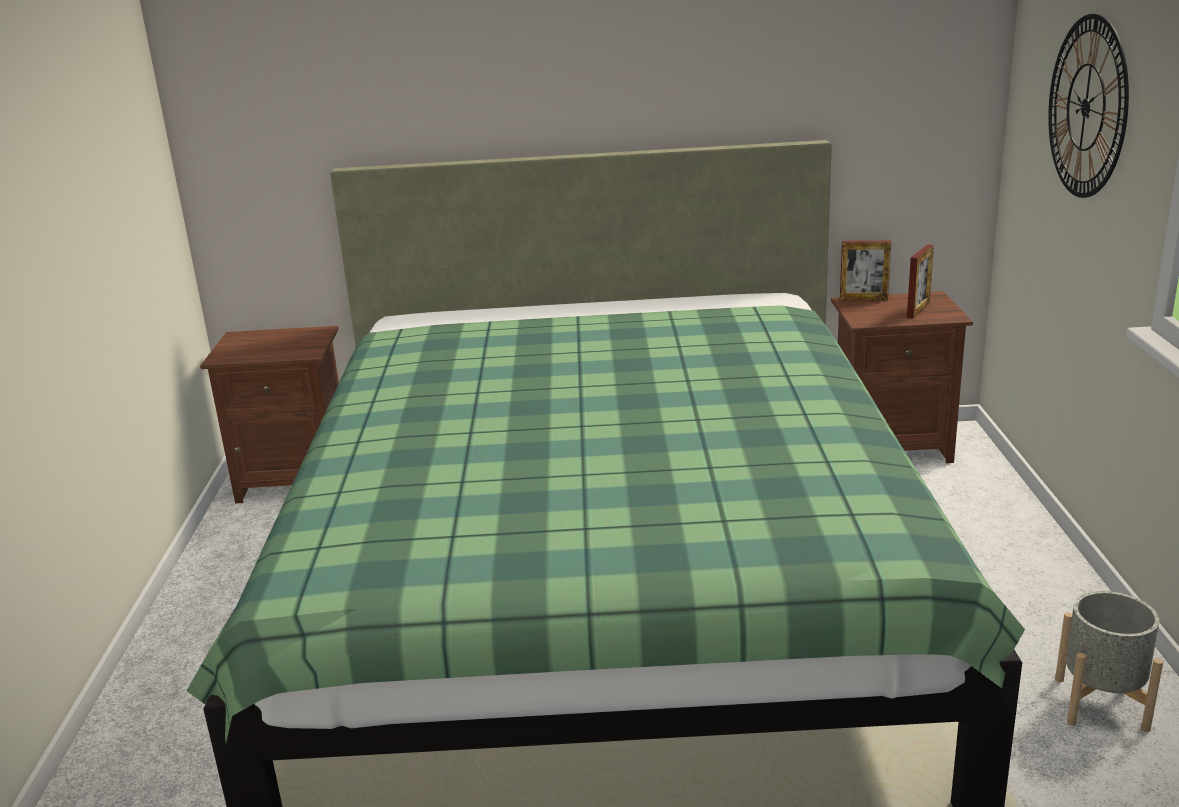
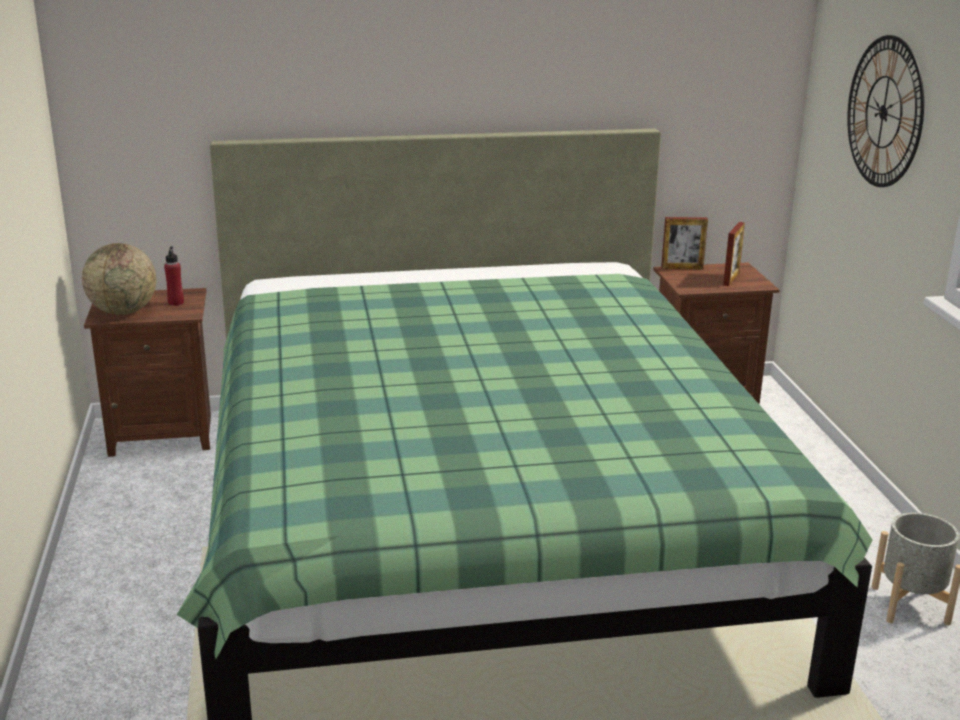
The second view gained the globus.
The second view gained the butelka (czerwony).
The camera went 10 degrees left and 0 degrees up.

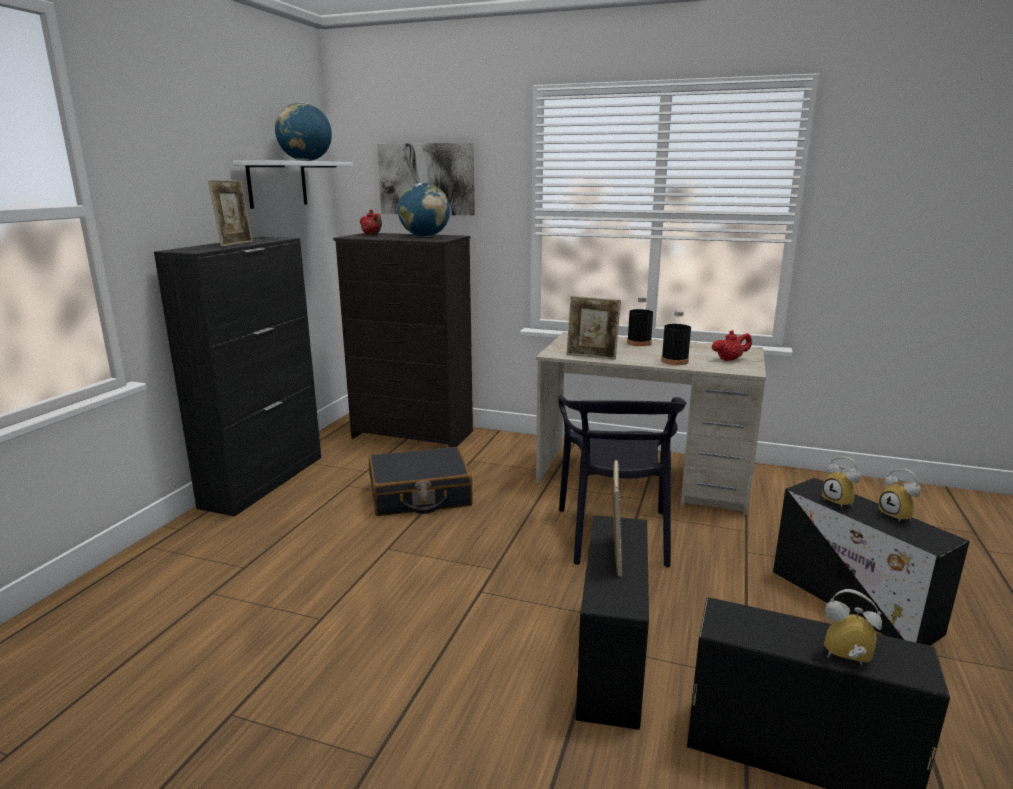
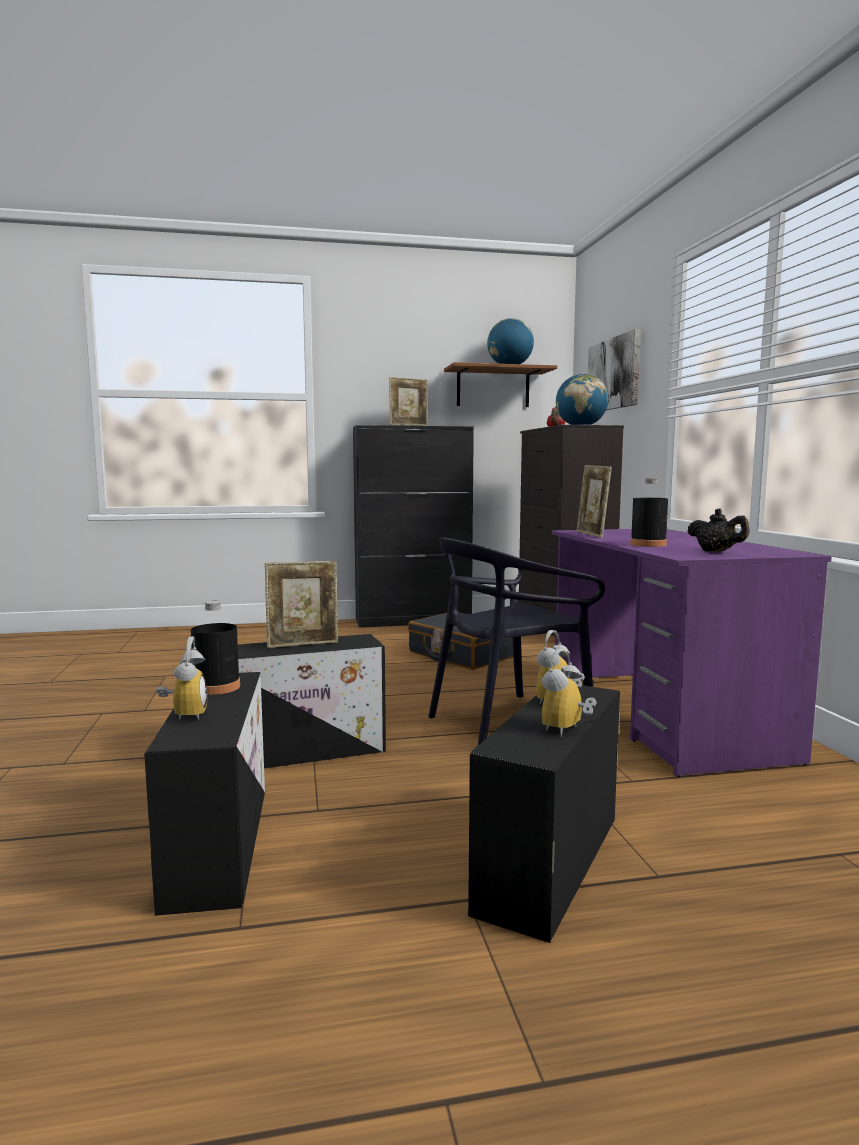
What was the półka (biały) turned into the półka (brązowy).
The butelka (czarny) (no. 1 from left) ended up elsewhere.
What was the imbryk (czerwony) (no. 2 from left) turned into the imbryk (czarny).
What was the biurko (beżowy) turned into the biurko (fioletowy).
The camera went 60 degrees right and 10 degrees down.

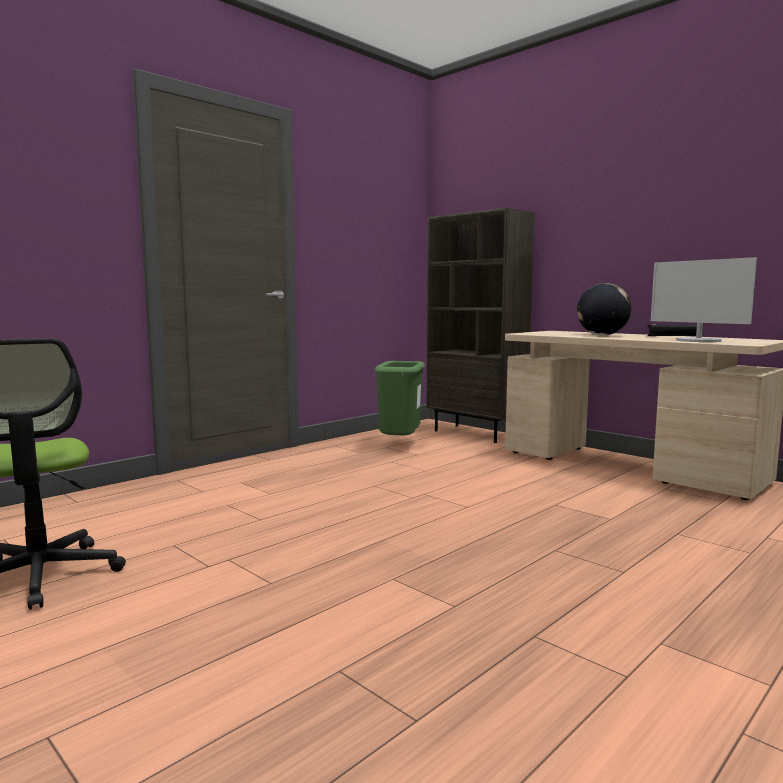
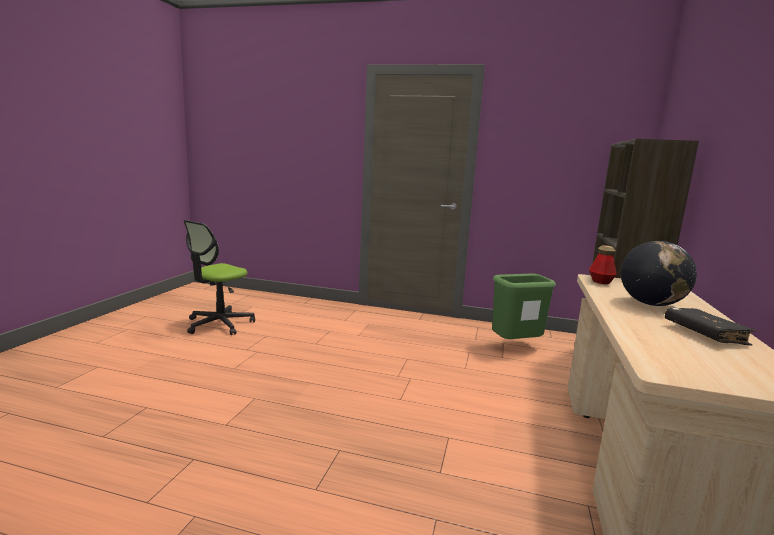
The second view lost the monitor.
The second view gained the butelka.
The camera went 60 degrees right and 5 degrees up.

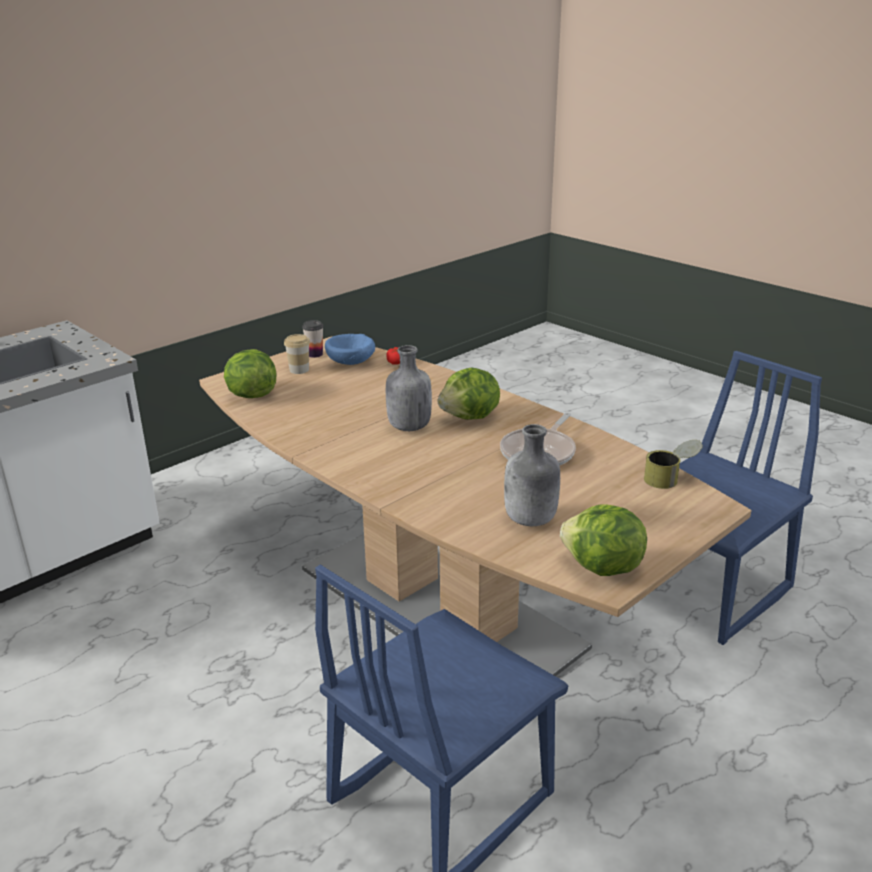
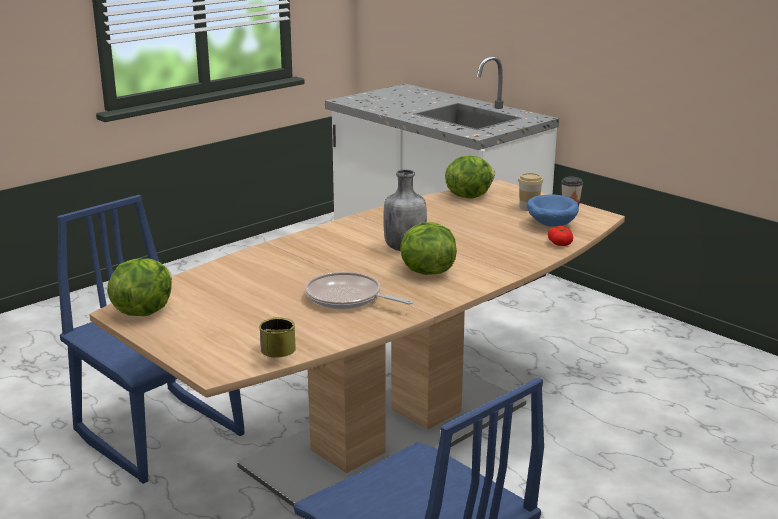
The second view lost the butelka (szary) (no. 2 from left).
The camera went 90 degrees right and 5 degrees down.

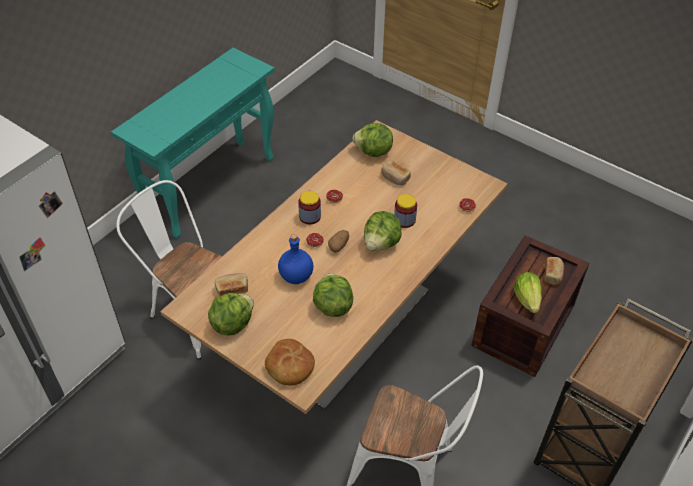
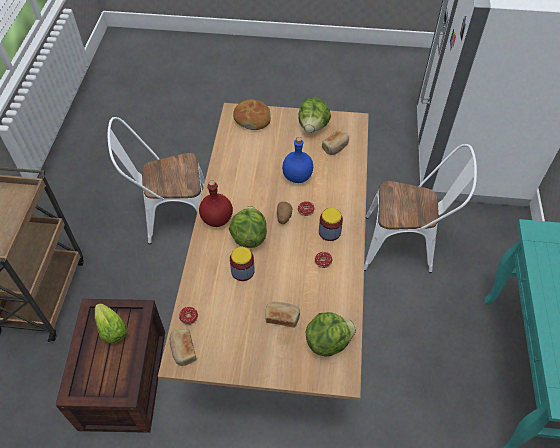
The chleb (no. 4 from left in the first image) ended up elsewhere.
The second view lost the sałata (no. 2 from left).
The second view gained the butelka (czerwony).
The camera went 150 degrees right and 5 degrees up.

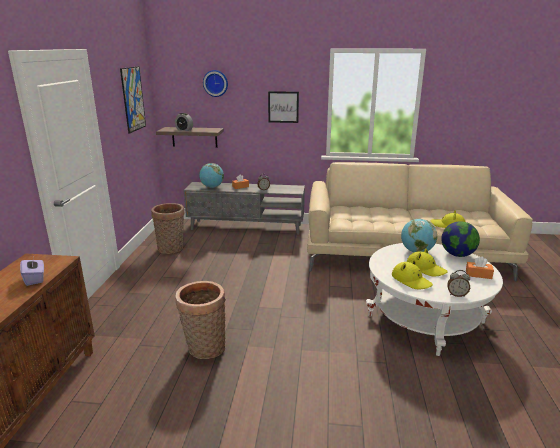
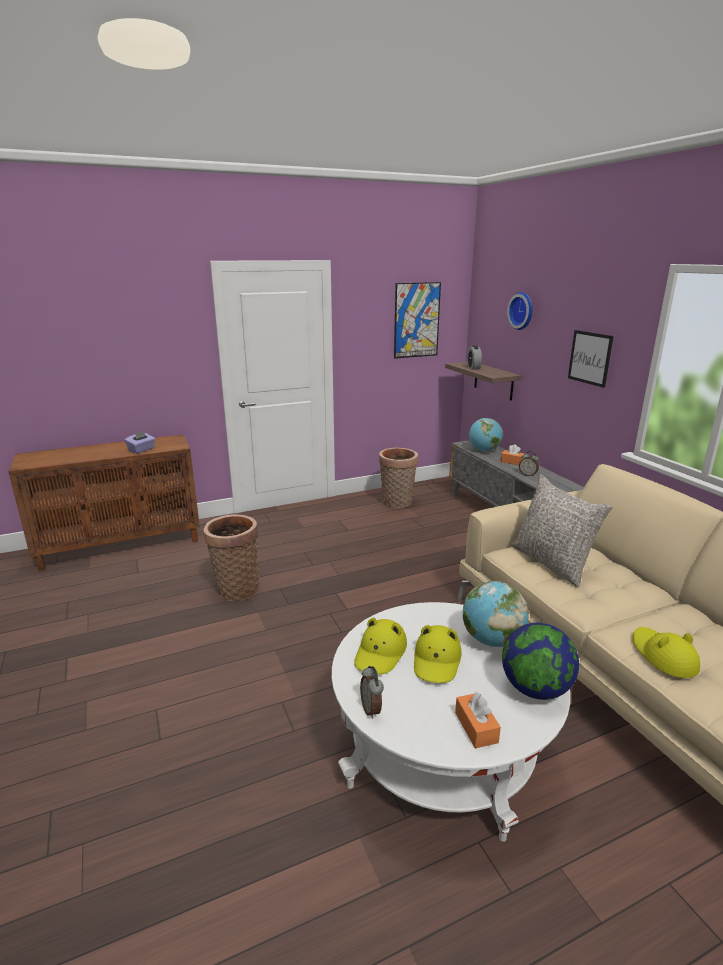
The second view gained the poduszka (szary).
The camera went 60 degrees right and 0 degrees up.

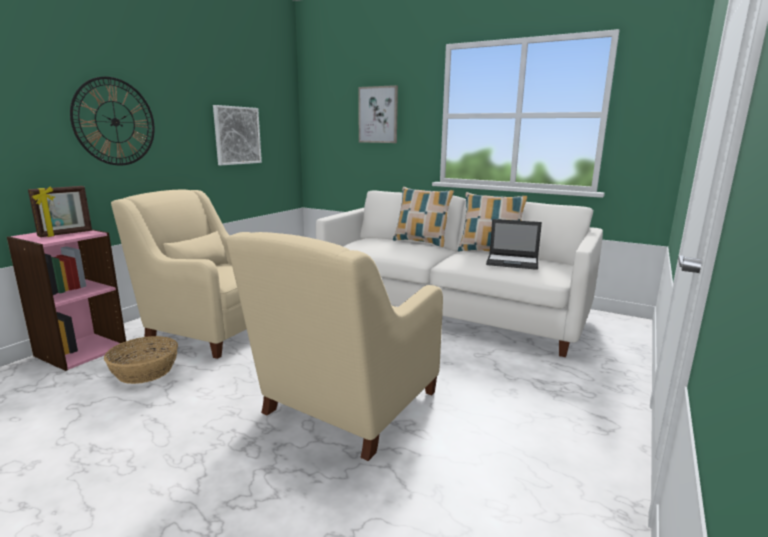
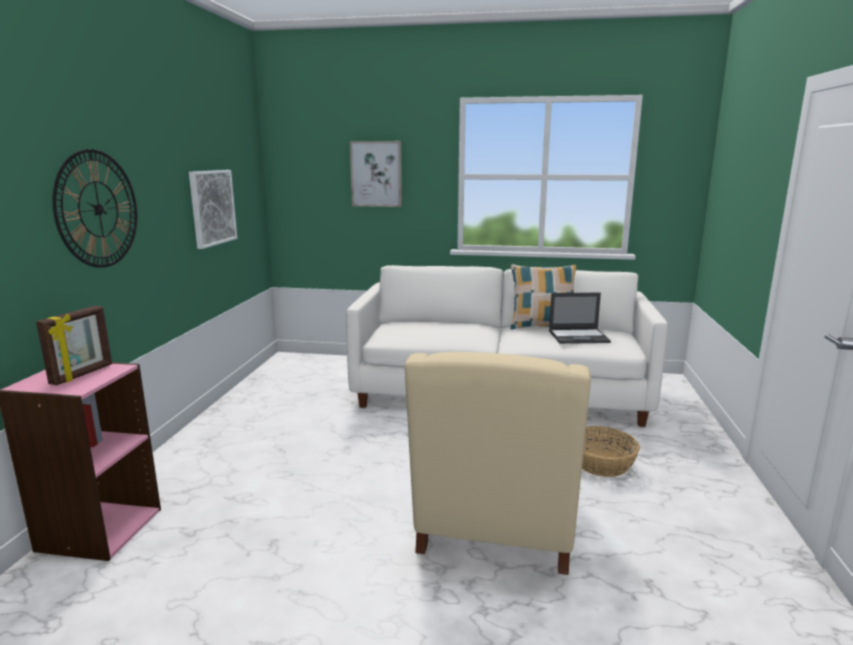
The second view lost the poduszka (no. 1 from left).
The second view lost the fotel (beżowy) (no. 1 from left).
The koszyk ended up elsewhere.
The camera went 20 degrees left and 0 degrees up.

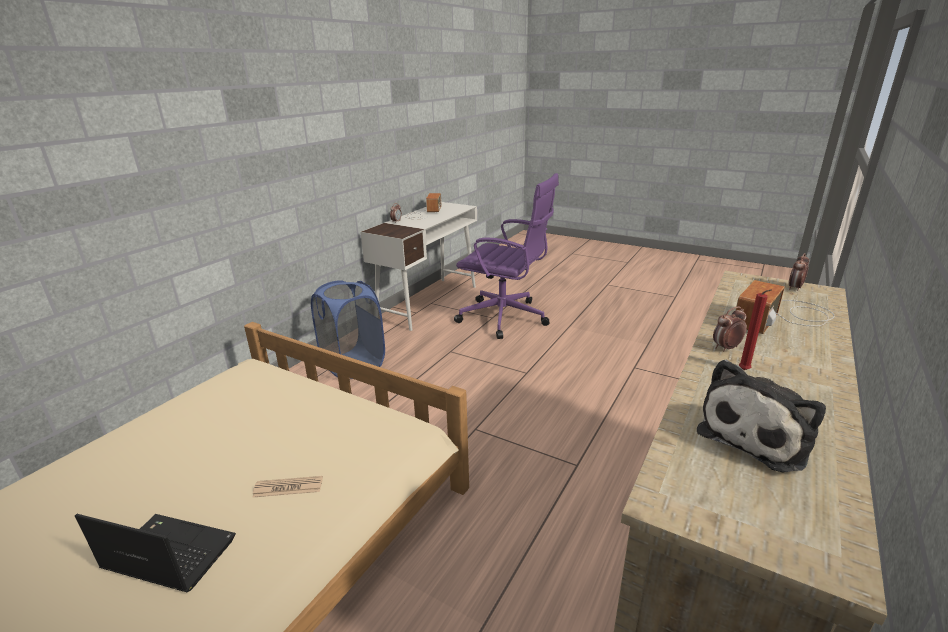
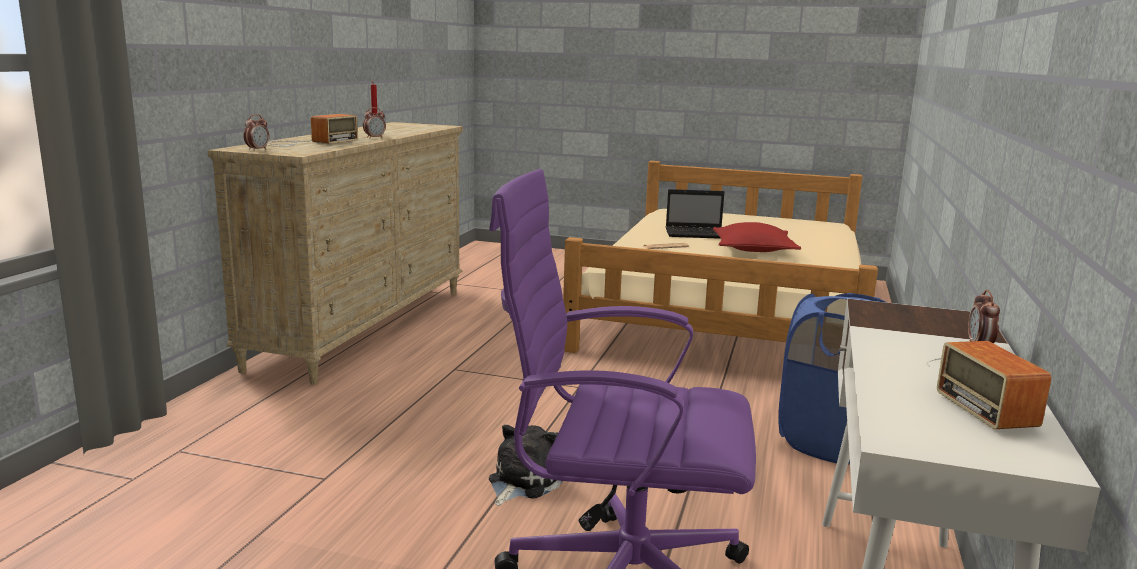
The pluszak ended up elsewhere.
The second view gained the poduszka (czerwony).
The camera went 165 degrees right and 10 degrees down.

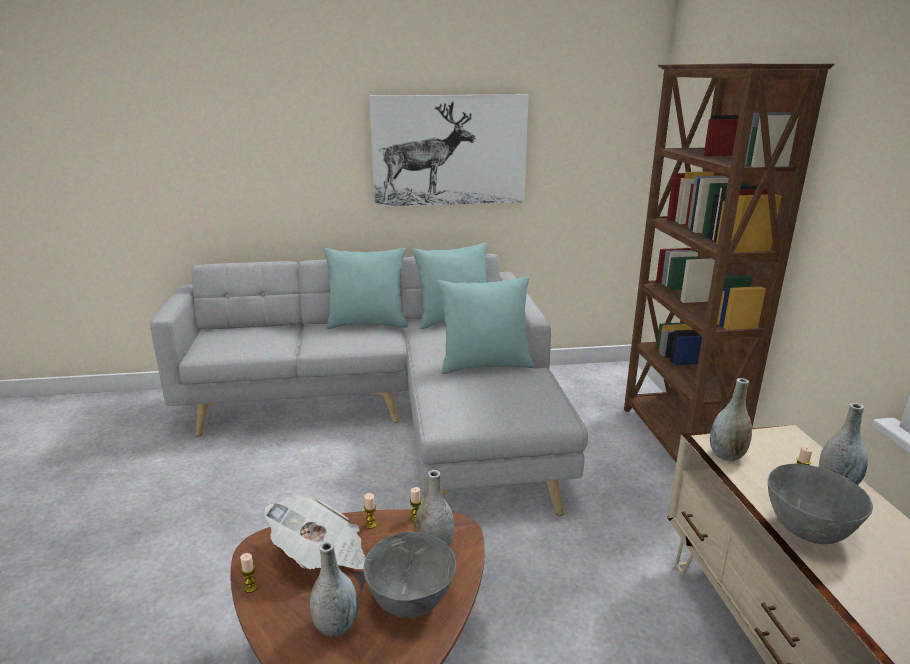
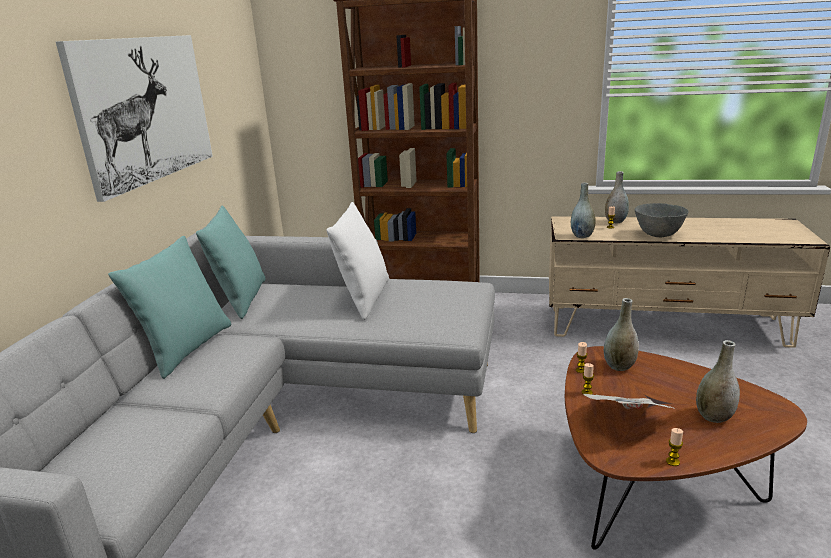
What was the poduszka (turkusowy) (no. 3 from left) turned into the poduszka (biały).
The second view lost the miska (szary) (no. 1 from left).
The camera went 70 degrees left and 0 degrees up.

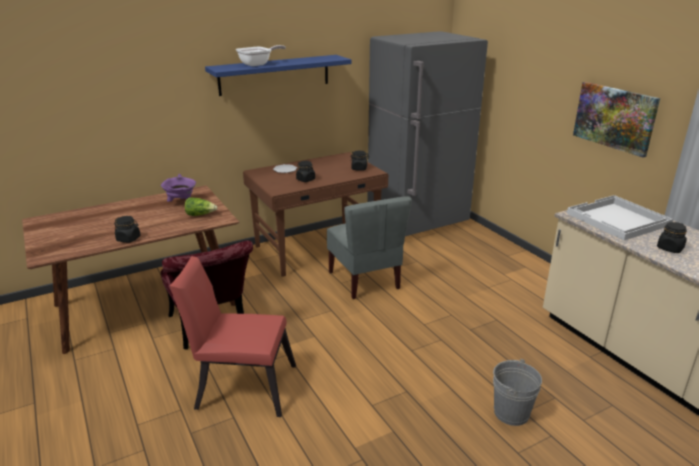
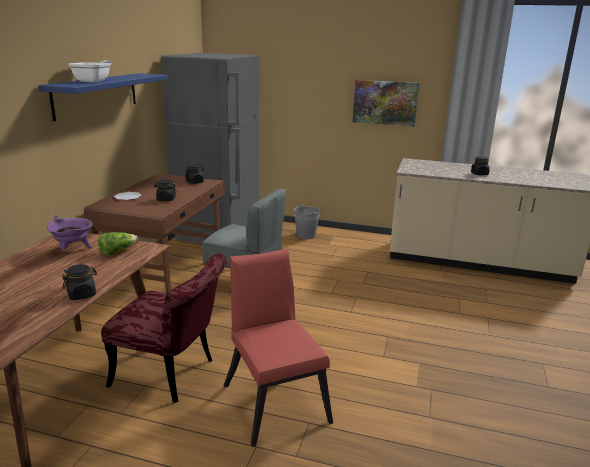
The second view lost the taca (biały).
The krzesło (czerwony) (no. 2 from left) ended up facing another way, 105 degrees clockwise from before.
The wiadro (szary) ended up elsewhere.
The camera went 45 degrees left and 5 degrees down.

